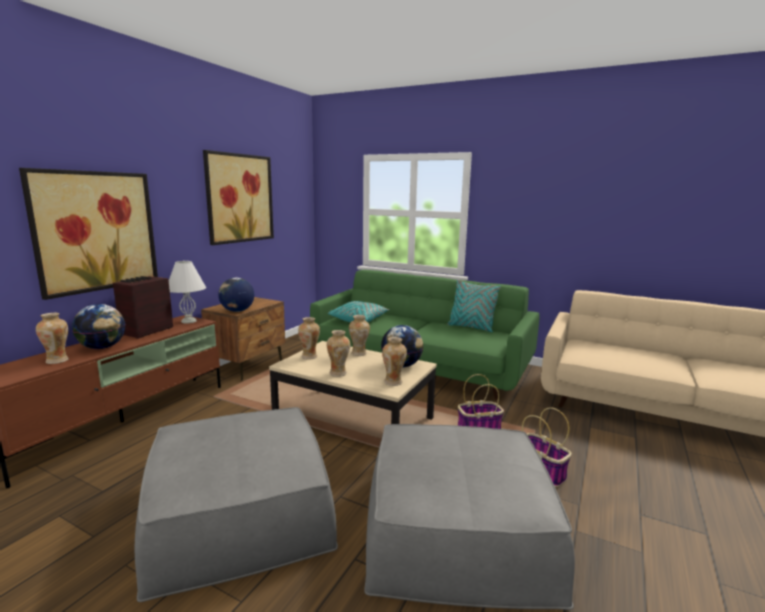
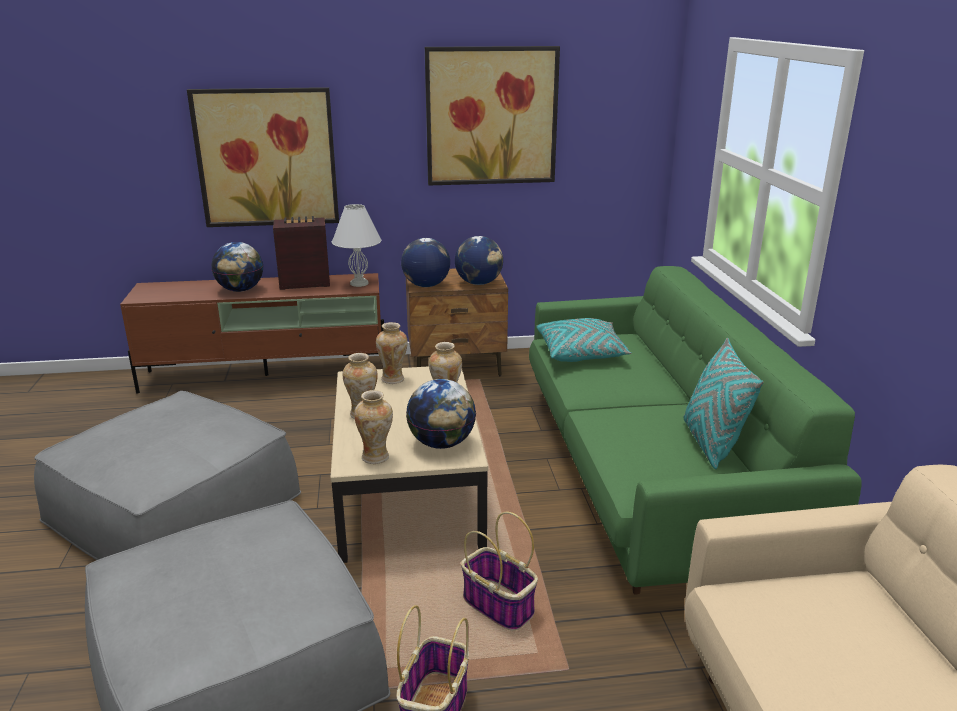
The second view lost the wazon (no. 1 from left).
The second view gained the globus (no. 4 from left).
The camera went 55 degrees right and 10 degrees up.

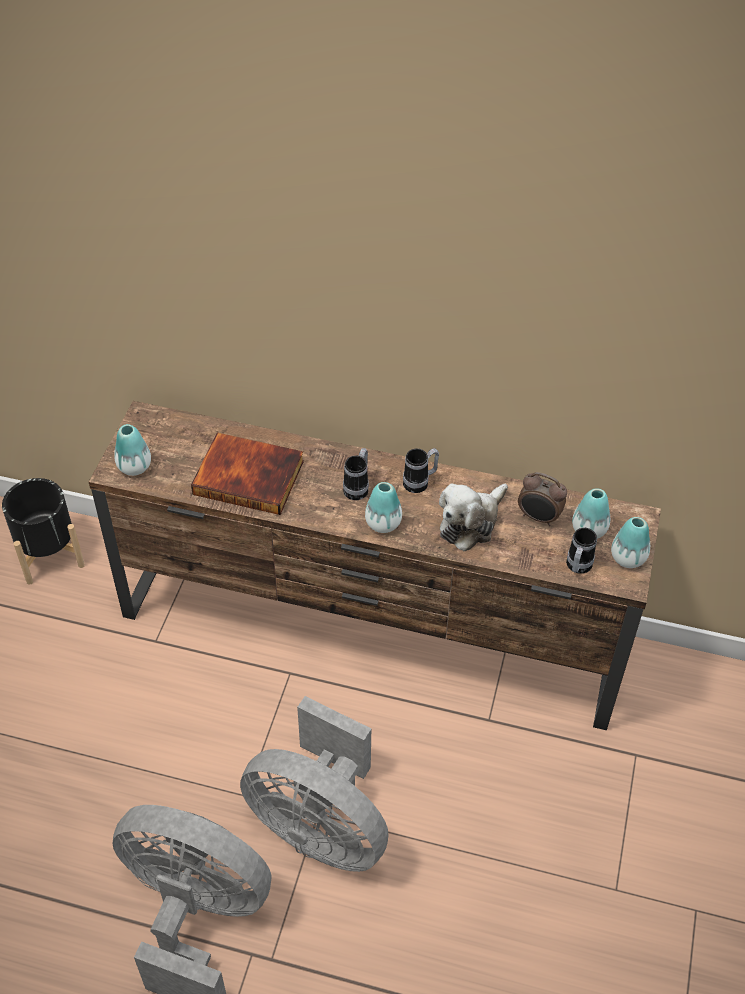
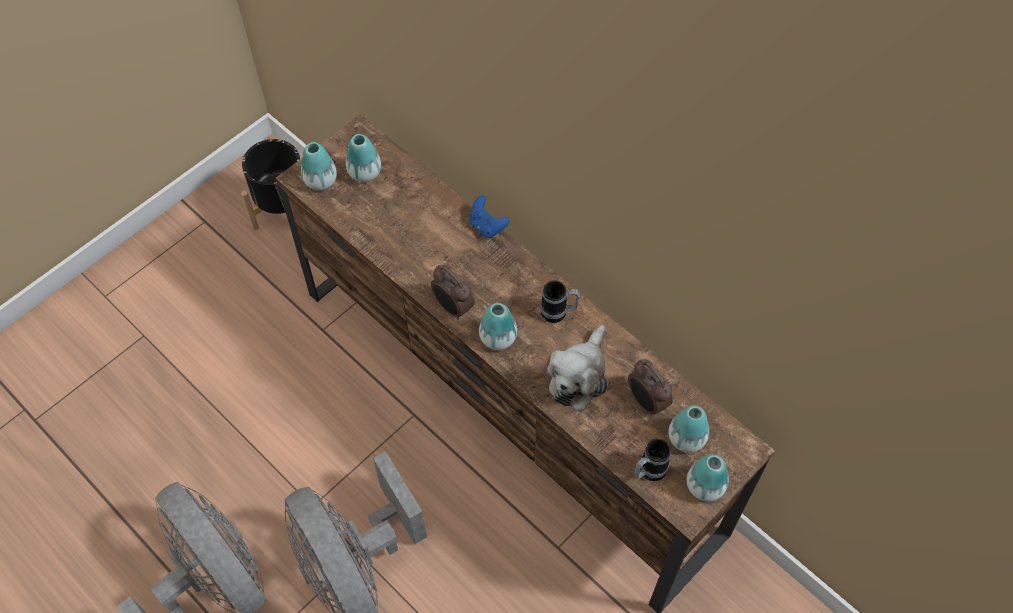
The second view lost the książka.
The second view lost the kubek (no. 1 from left).
The pluszak ended up facing another way, 45 degrees counterclockwise from before.
The second view gained the wazon (no. 2 from left).
The second view gained the pad do gier (niebieski).
The second view gained the budzik (no. 1 from left).
The camera went 30 degrees right and 10 degrees up.

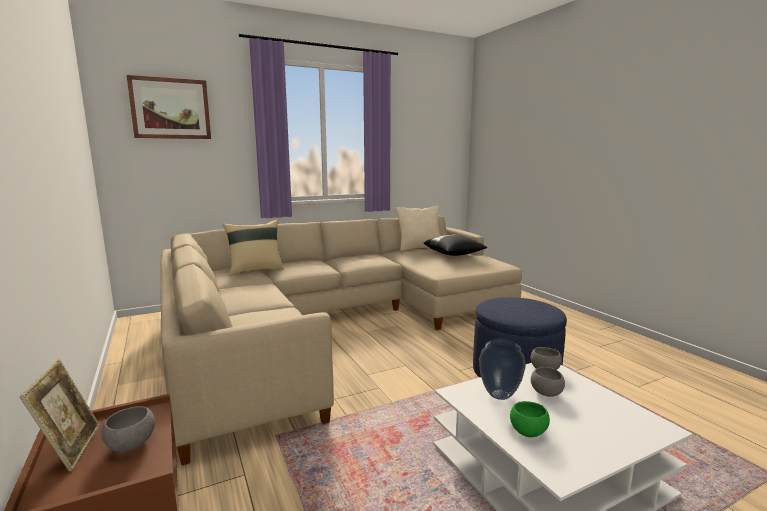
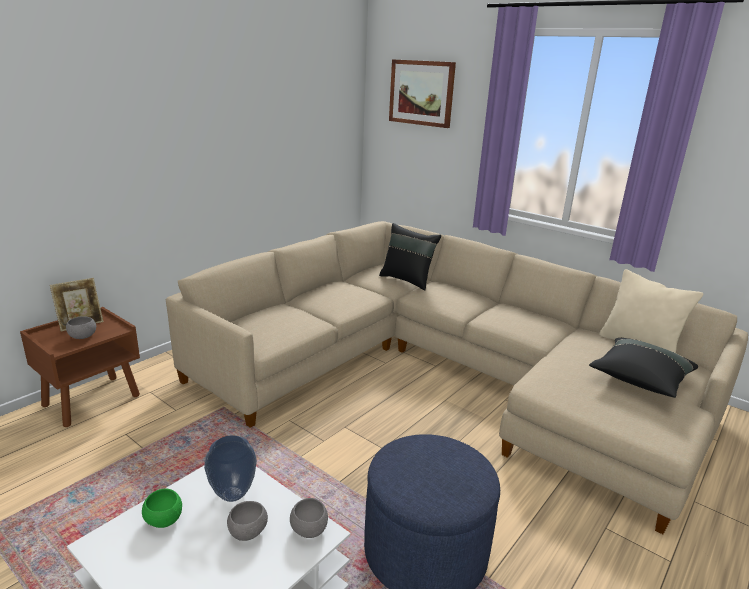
What was the poduszka (beżowy) (no. 1 from left) turned into the poduszka (czarny) (no. 1 from left).
The camera went 65 degrees right and 10 degrees up.

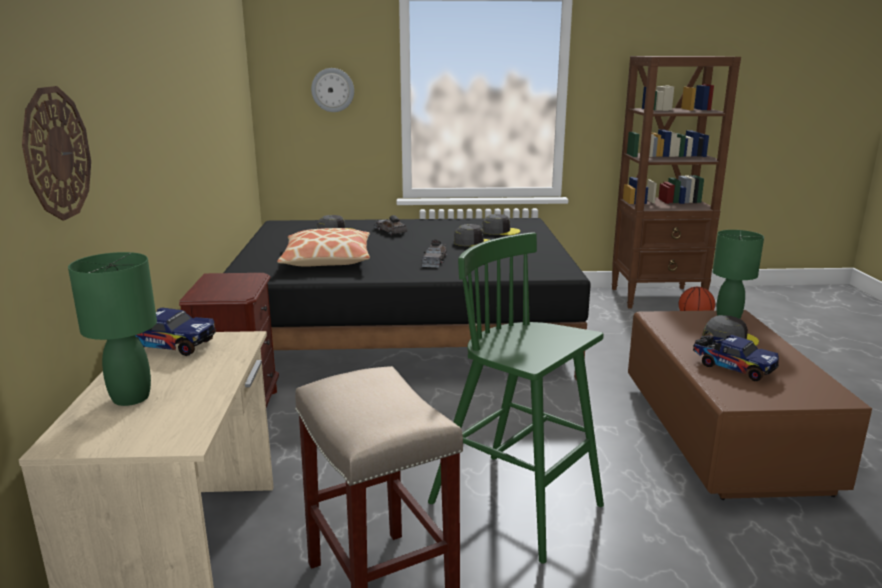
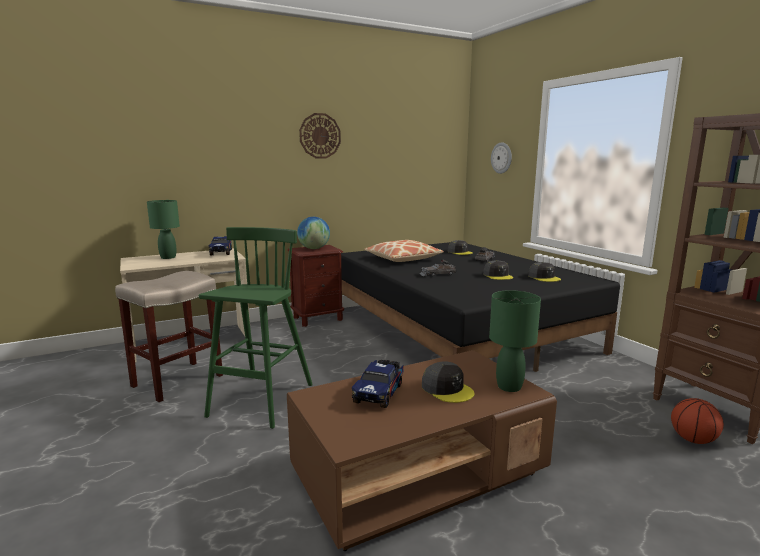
The zegar ścienny (no. 1 from left) ended up elsewhere.
The second view gained the globus.
The camera went 65 degrees right and 5 degrees down.

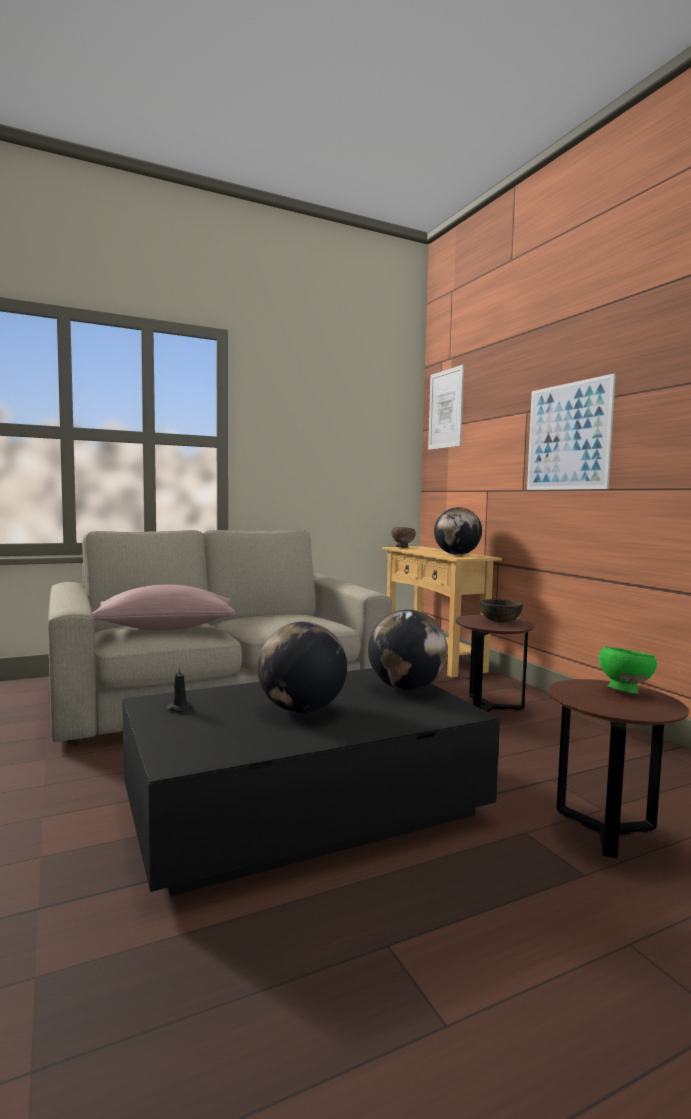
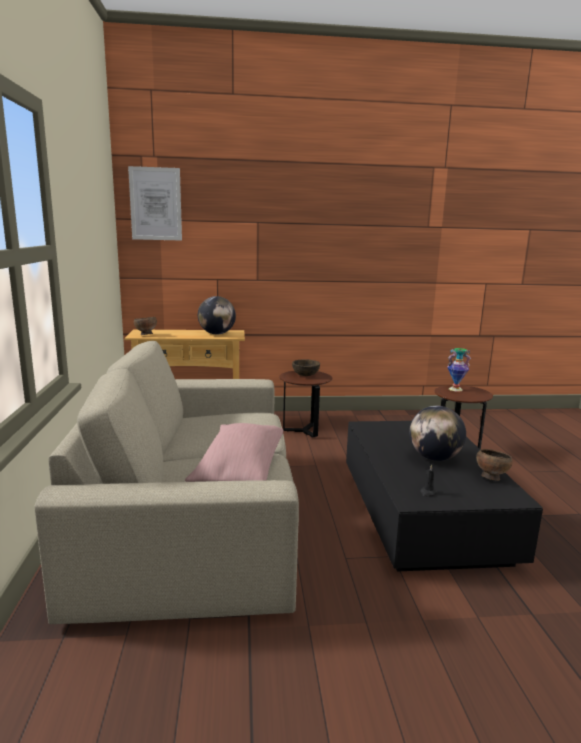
The second view lost the obraz (no. 2 from left).
The second view lost the globus (no. 2 from left).
Where the miska (zielony) stood, the wazon came to stand.
The second view gained the miska (brązowy) (no. 3 from left).
The camera went 70 degrees left and 10 degrees up.

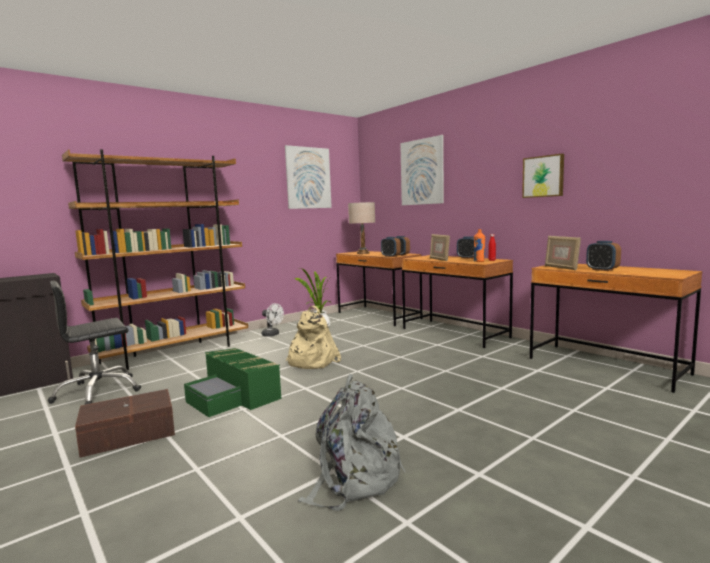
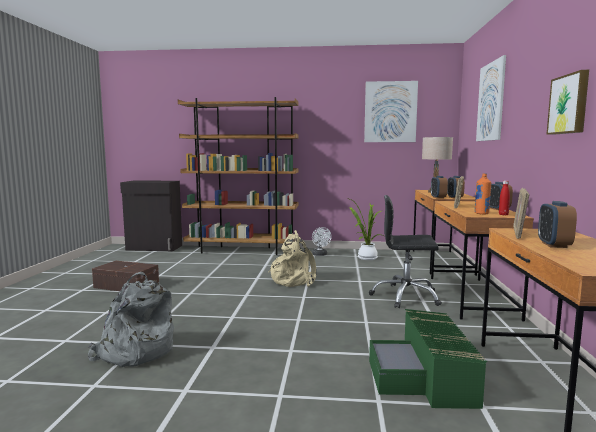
The krzesło biurowe (czarny) ended up elsewhere.
The pojemnik do przechowywania (zielony) ended up elsewhere.
The camera went 45 degrees right and 0 degrees up.

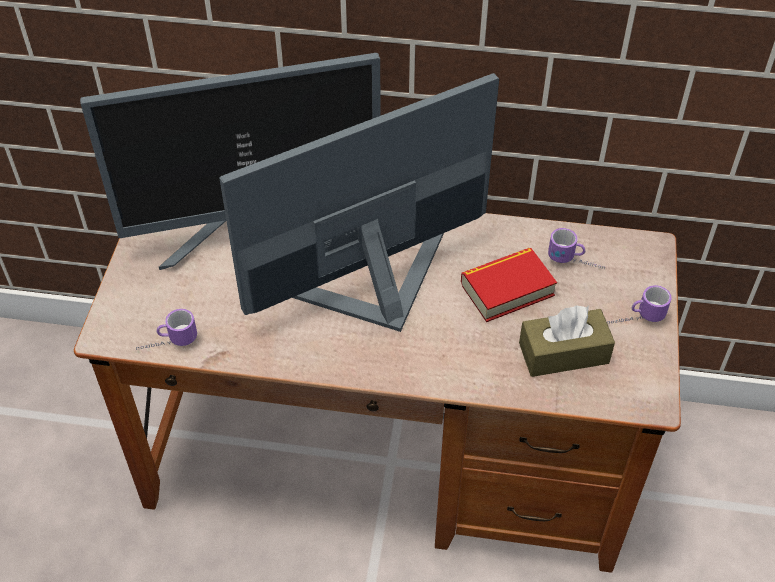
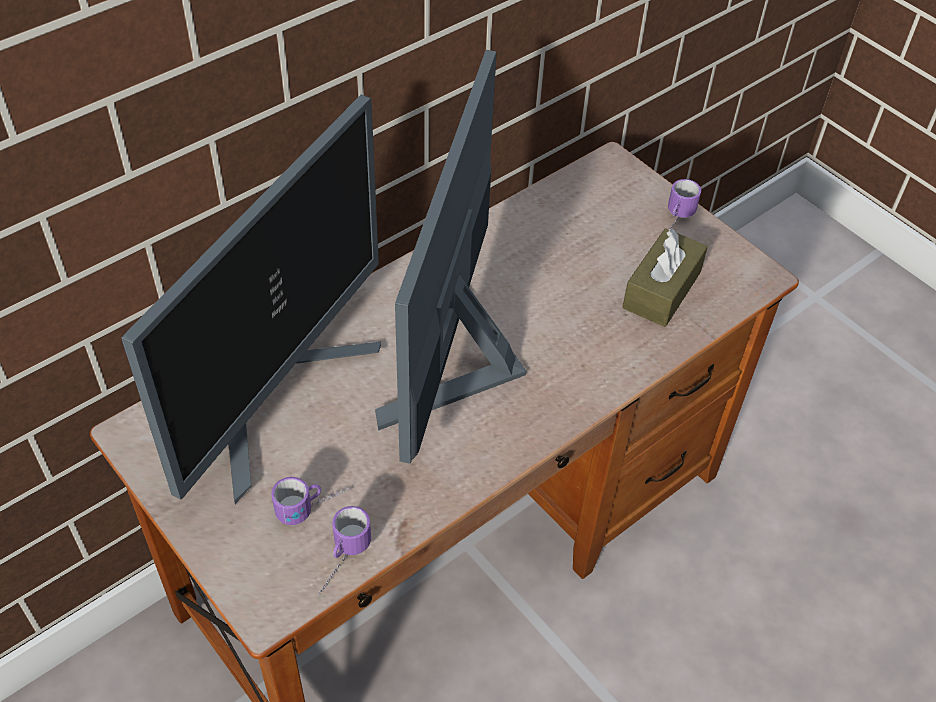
The kubek (no. 2 from left in the first image) ended up elsewhere.
The second view lost the książka.
The camera went 50 degrees left and 0 degrees up.

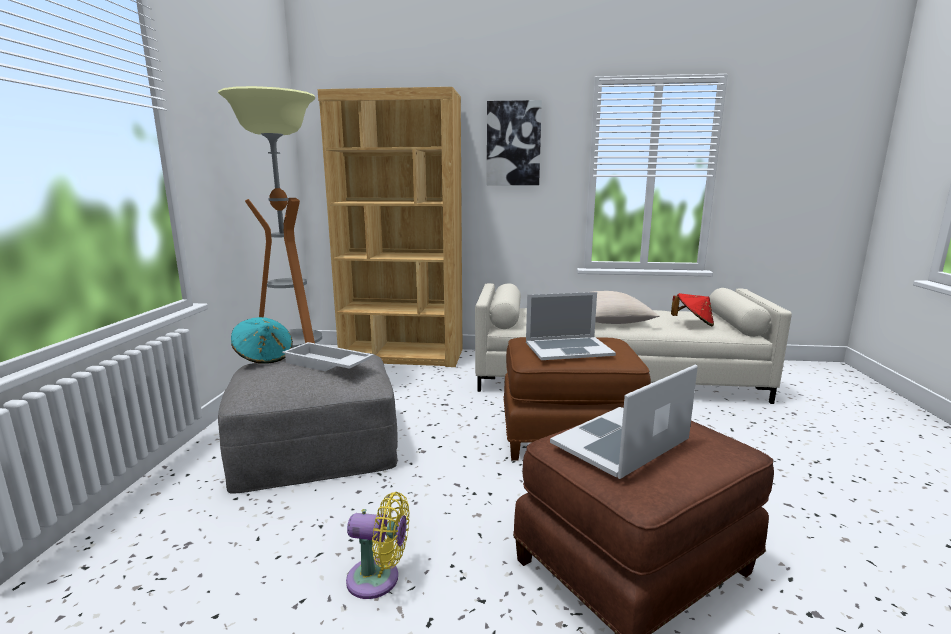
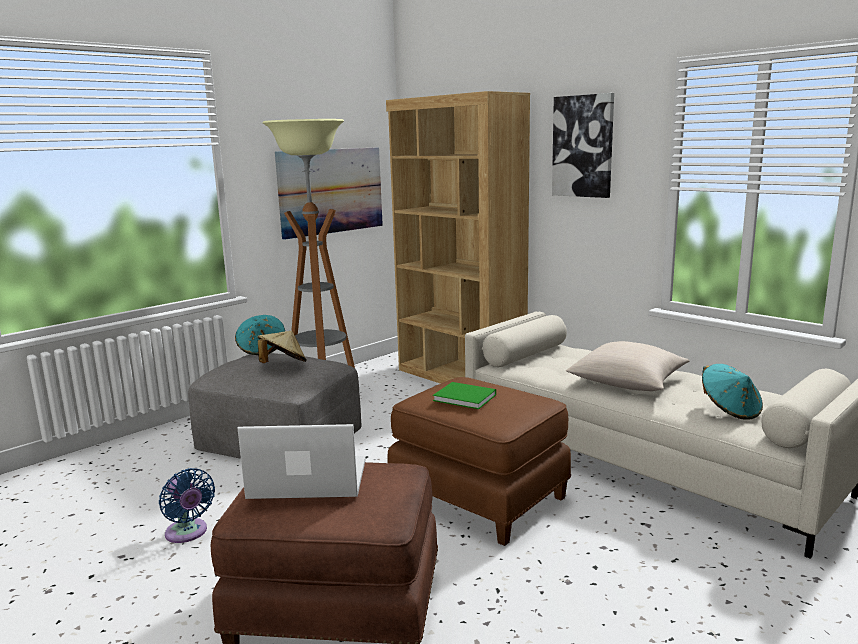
Where the laptop (no. 1 from left) stood, the książka (zielony) came to stand.
What was the kapelusz (czerwony) turned into the kapelusz (turkusowy) (no. 2 from left).
Where the taca (biały) stood, the kapelusz (beżowy) came to stand.
What was the wentylator (żółty) turned into the wentylator (niebieski).
The second view gained the obraz (no. 1 from left).
The camera went 40 degrees right and 0 degrees up.

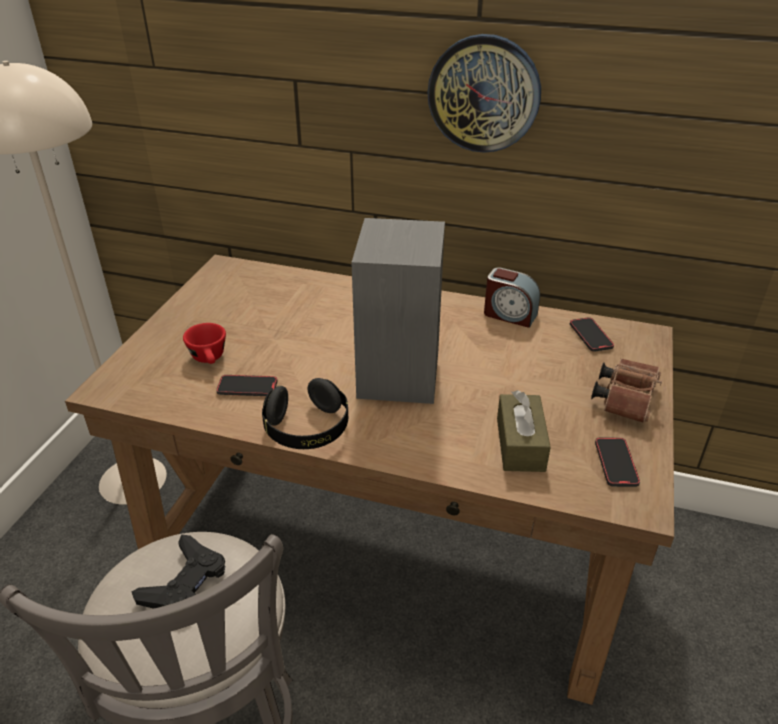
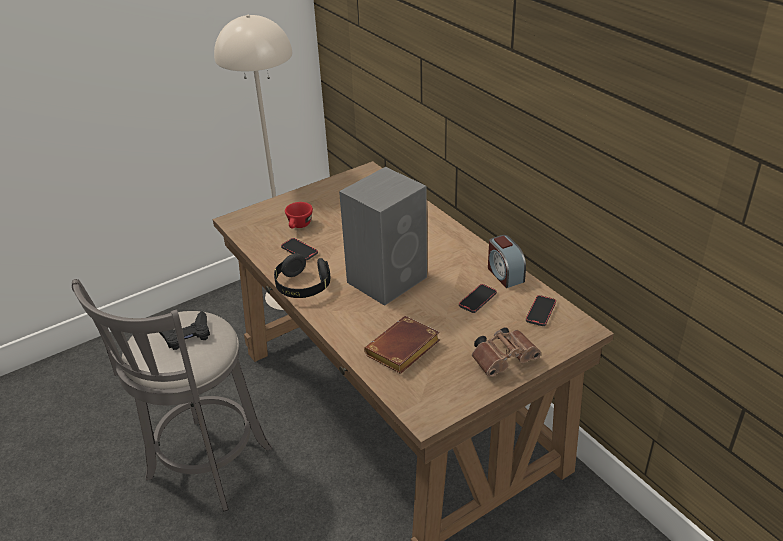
The second view lost the zegar ścienny.
Where the pudełko chusteczek (brązowy) stood, the książka (brązowy) came to stand.
The telefon (no. 3 from left in the first image) ended up elsewhere.
The camera went 40 degrees right and 0 degrees up.

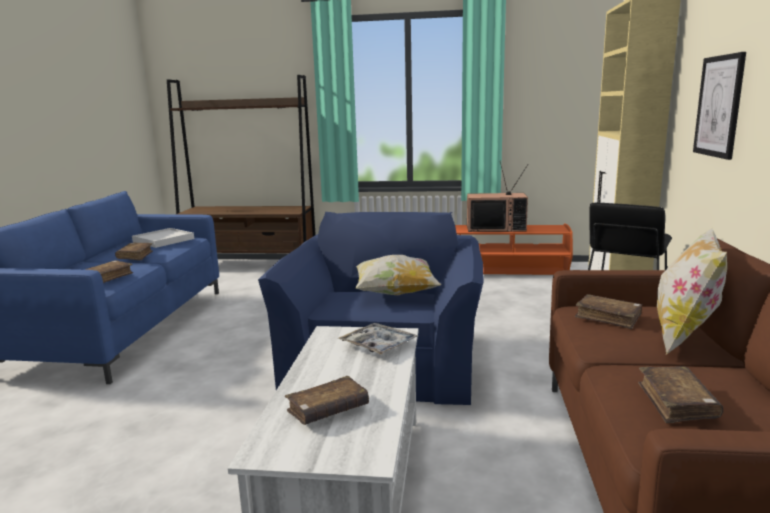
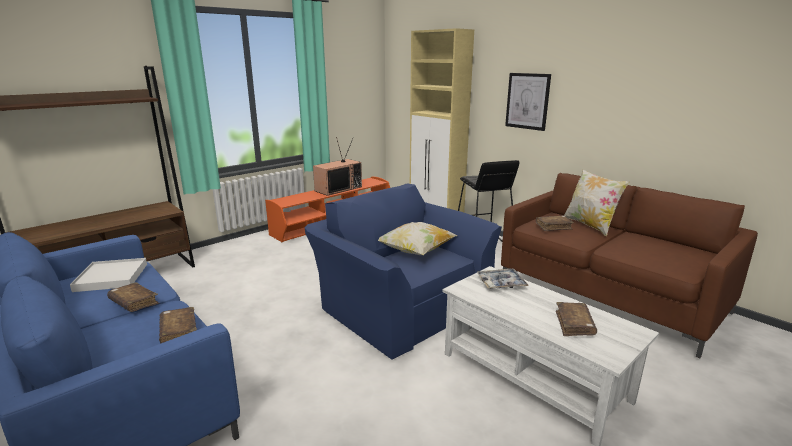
The second view lost the książka (brązowy) (no. 5 from left).
The camera went 50 degrees left and 5 degrees up.

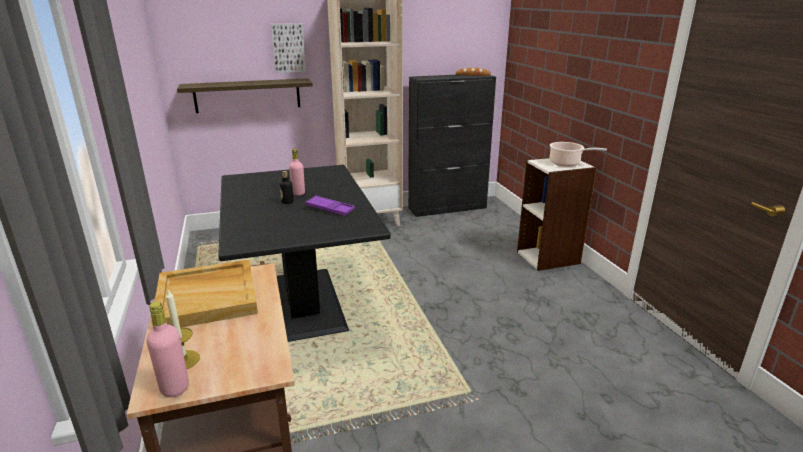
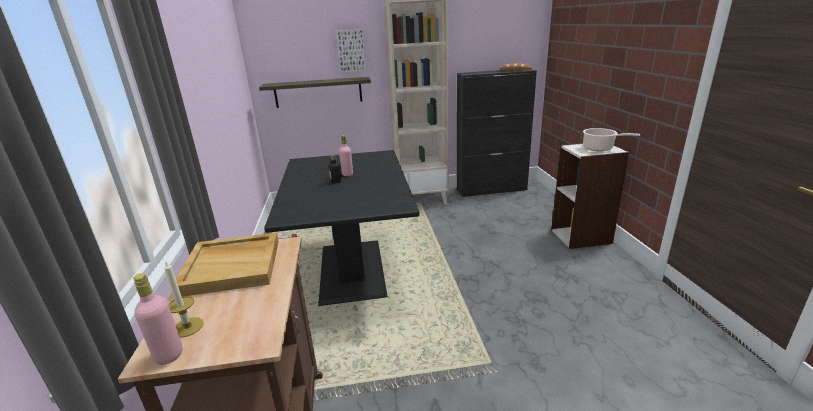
The second view lost the taca (fioletowy).
The camera went 10 degrees right and 0 degrees up.

